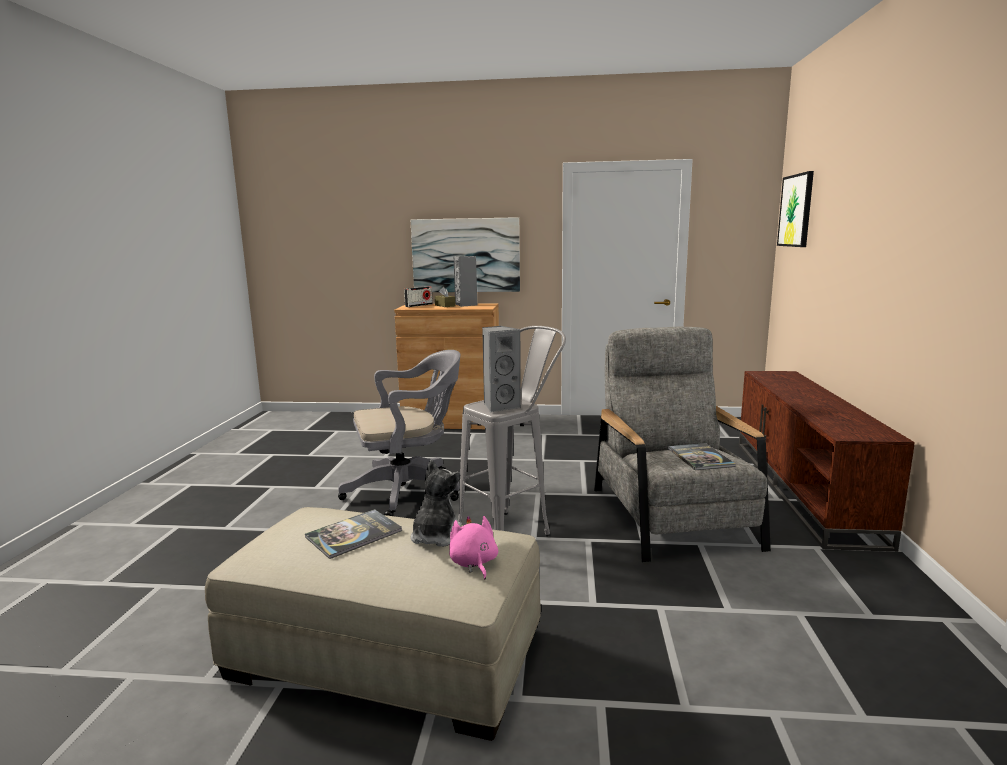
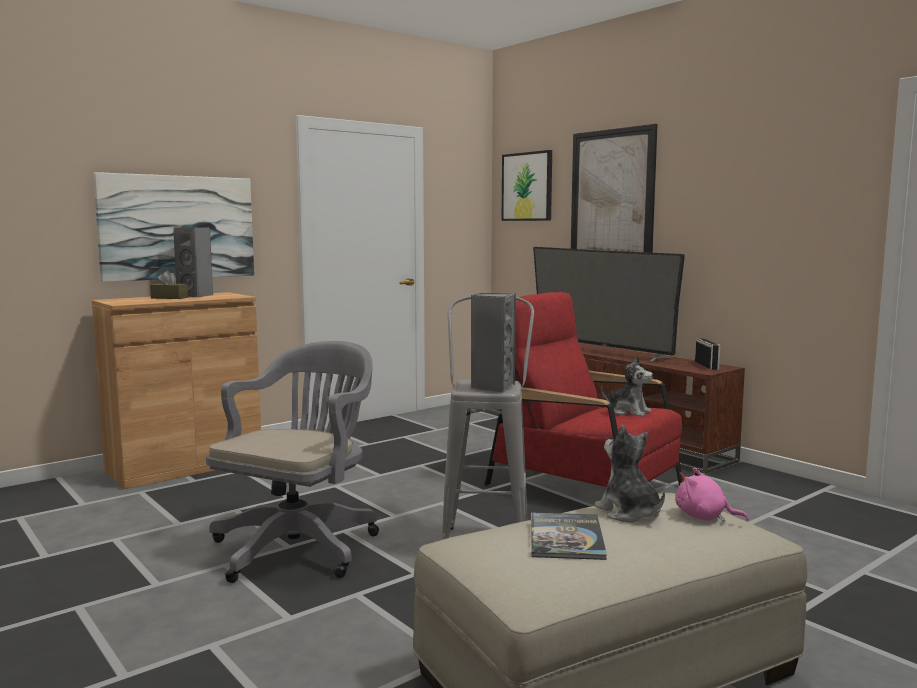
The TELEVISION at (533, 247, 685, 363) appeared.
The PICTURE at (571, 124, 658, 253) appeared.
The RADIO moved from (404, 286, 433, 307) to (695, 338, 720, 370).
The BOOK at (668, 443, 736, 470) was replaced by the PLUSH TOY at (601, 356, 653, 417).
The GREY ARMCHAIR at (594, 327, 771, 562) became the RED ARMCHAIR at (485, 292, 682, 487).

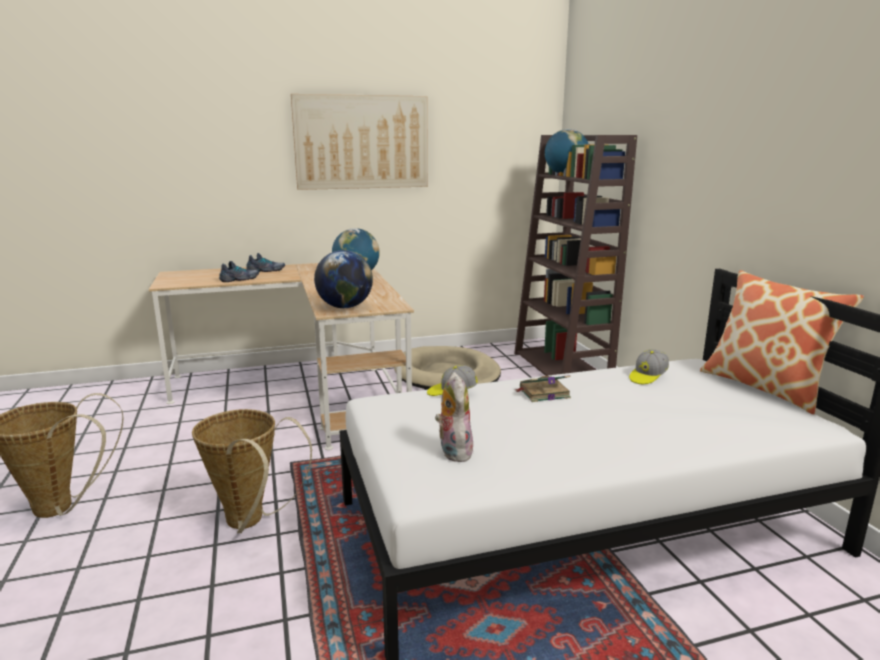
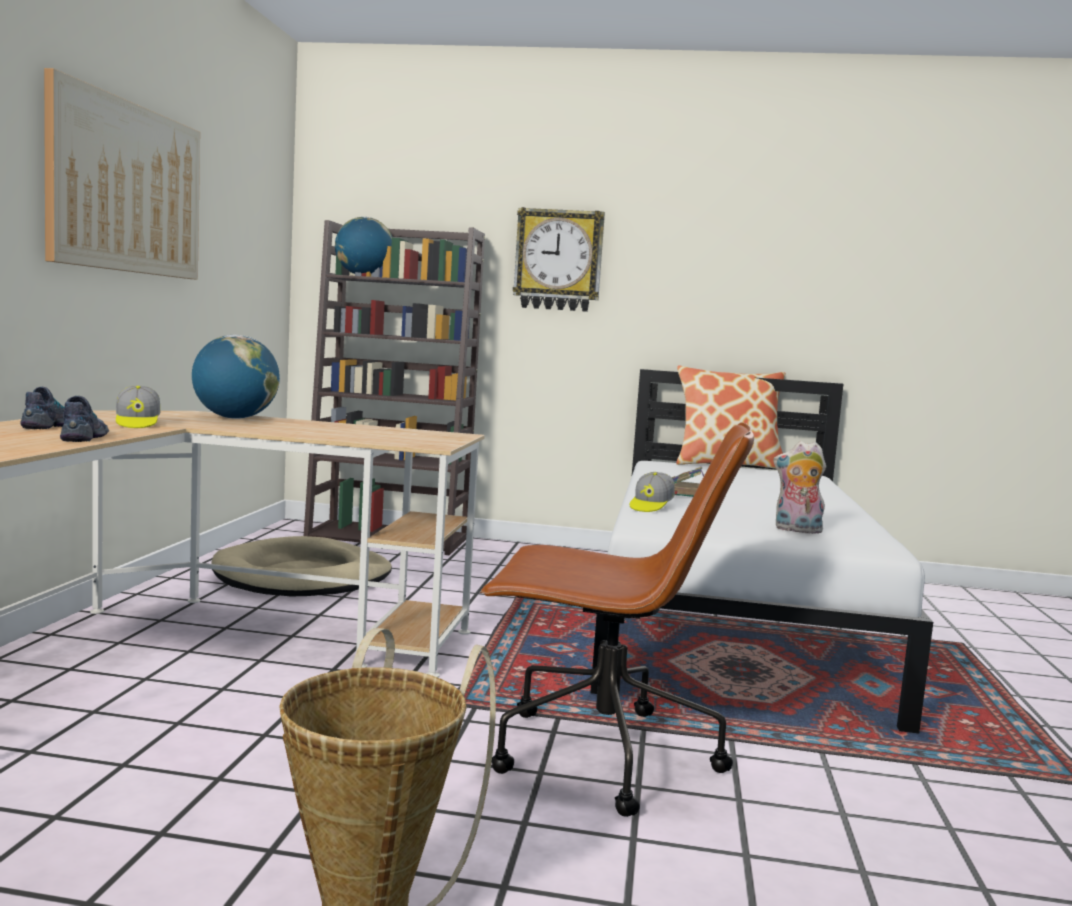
The GLOBE at (314, 250, 373, 308) disappeared.
The WALL CLOCK at (513, 207, 605, 312) appeared.
The CAP moved from (629, 349, 669, 384) to (116, 386, 160, 428).
The BASKET at (192, 409, 312, 533) was replaced by the BROWN OFFICE CHAIR at (480, 422, 754, 817).

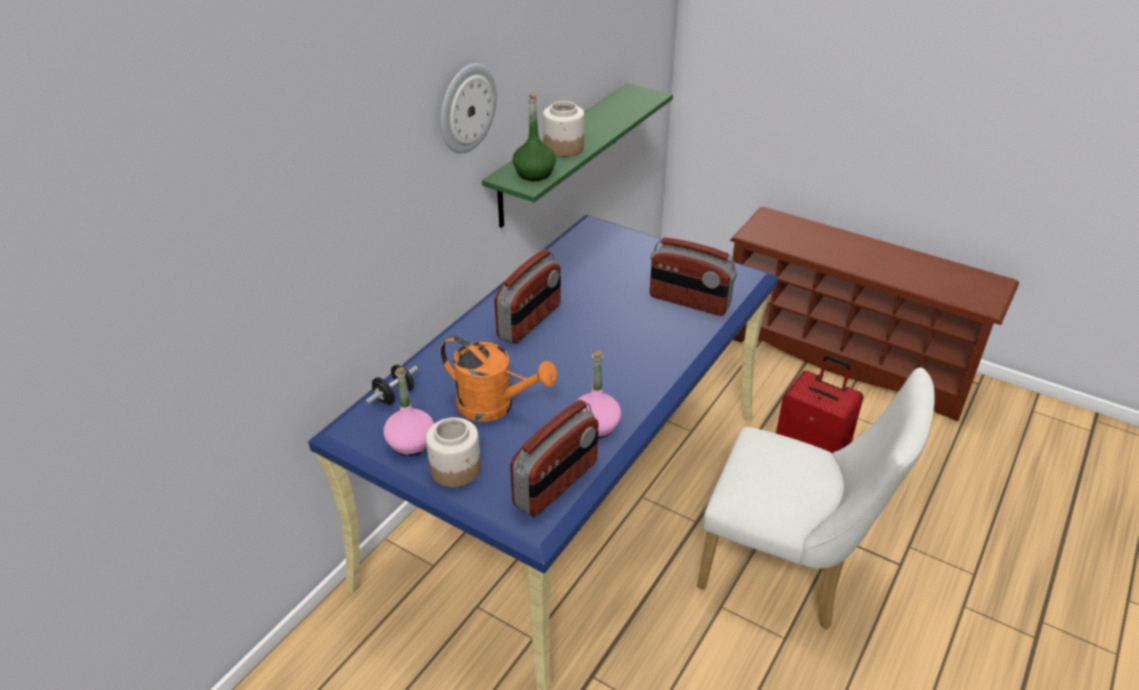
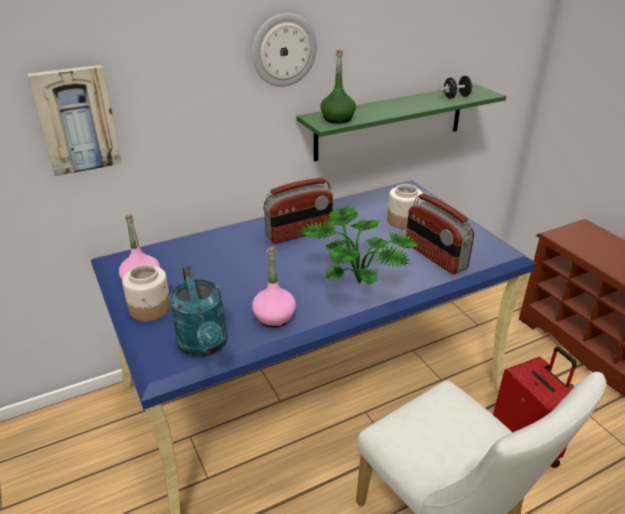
The ORANGE WATERING CAN at (440, 336, 558, 422) disappeared.
The PICTURE at (27, 65, 122, 176) appeared.
The POTTED PLANT at (299, 205, 417, 285) appeared.
The BLACK DUMBBELL moved from (366, 364, 418, 405) to (438, 76, 477, 99).
The JAR moved from (543, 101, 584, 157) to (387, 184, 423, 229).
The RADIO at (510, 400, 598, 517) was replaced by the TURQUOISE WATERING CAN at (169, 266, 228, 357).

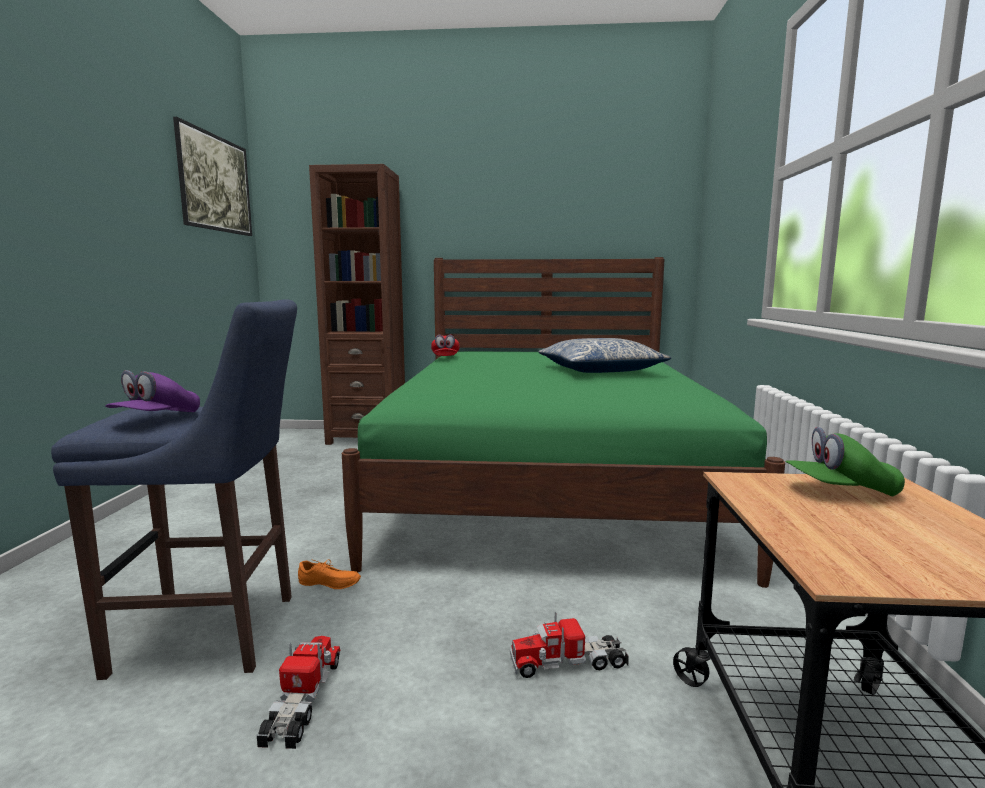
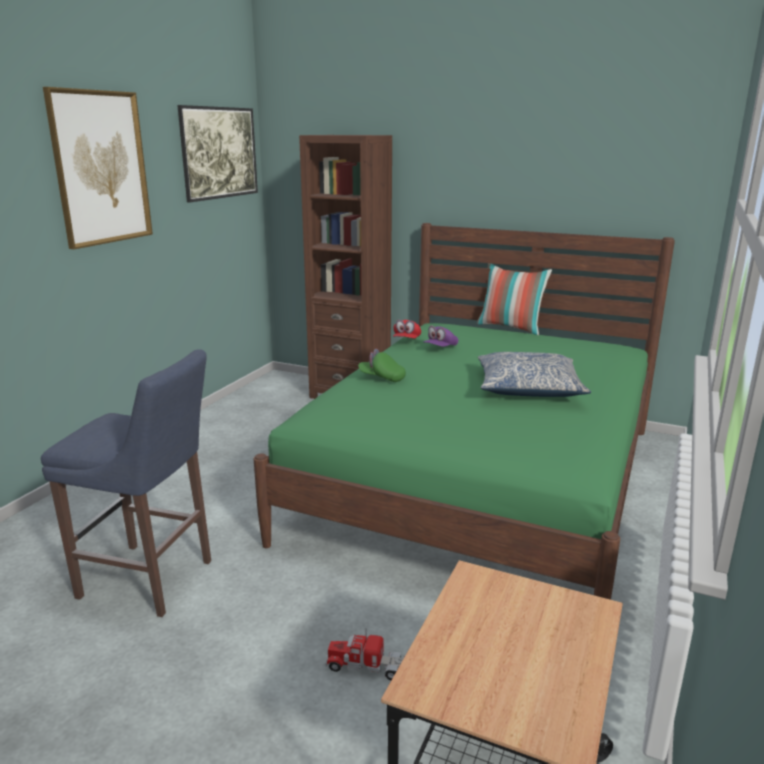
The TOY TRUCK at (256, 635, 341, 749) disappeared.
The ORANGE SHOE at (298, 559, 361, 589) disappeared.
The PICTURE at (43, 87, 153, 249) appeared.
The PILLOW at (477, 263, 552, 335) appeared.
The PURPLE CAP moved from (106, 370, 200, 412) to (424, 326, 458, 347).
The GREEN CAP moved from (785, 427, 905, 496) to (358, 349, 406, 382).

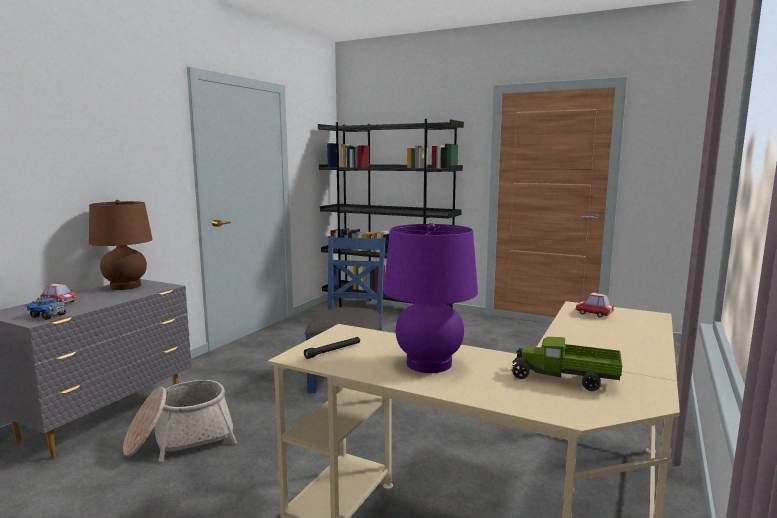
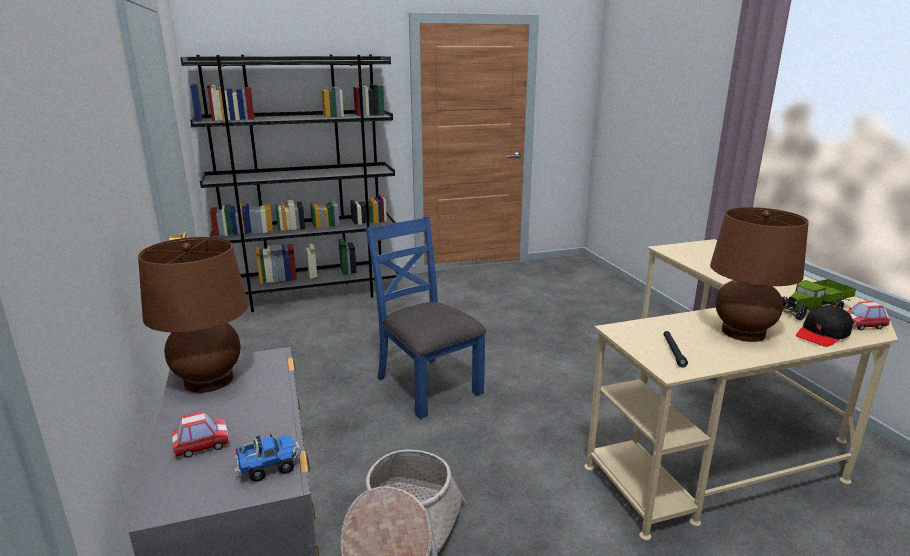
The BLACK CAP at (796, 305, 853, 347) appeared.
The TOY CAR moved from (576, 292, 614, 318) to (847, 301, 890, 330).
The PURPLE TABLE LAMP at (383, 223, 478, 373) became the BROWN TABLE LAMP at (710, 207, 809, 342).

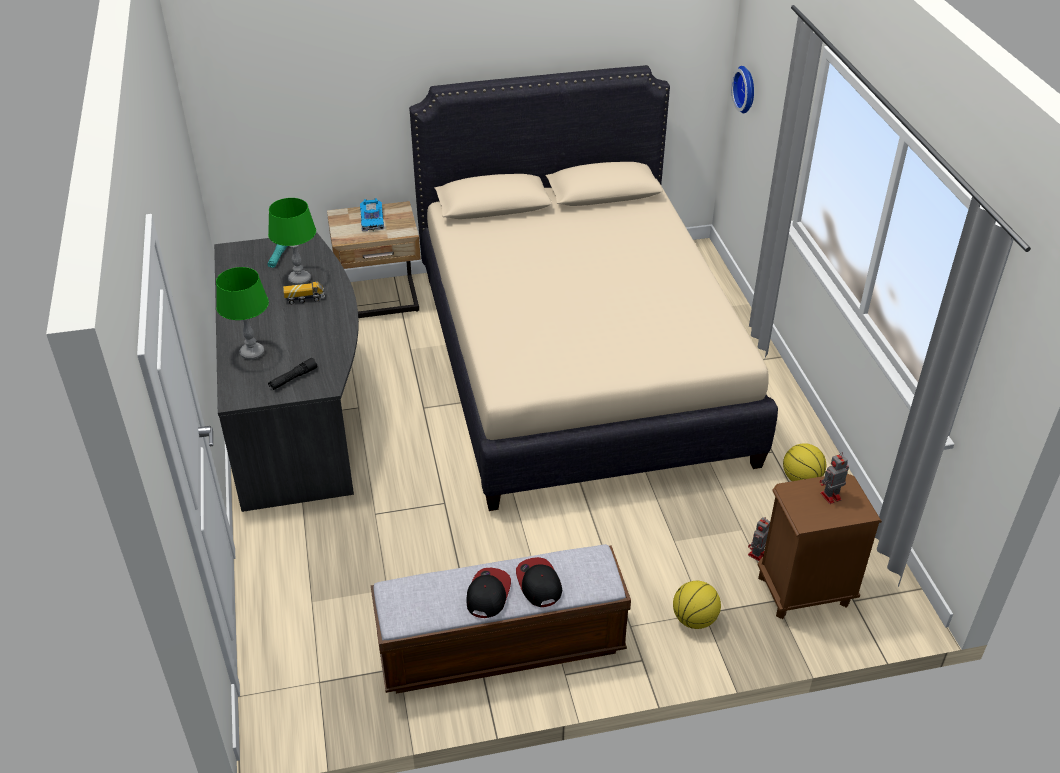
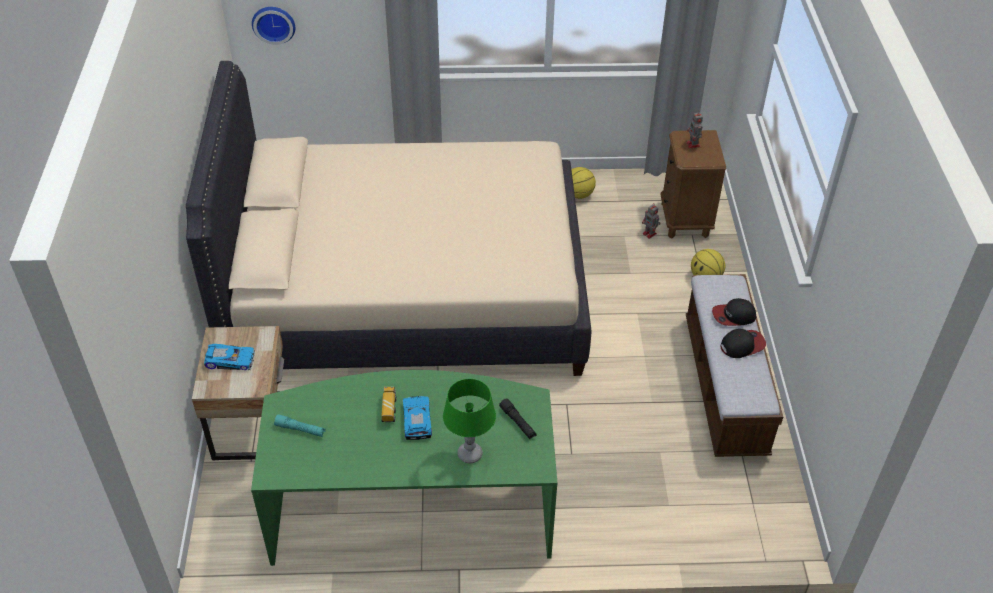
The GREEN TABLE LAMP at (268, 198, 316, 285) disappeared.
The TOY CAR at (403, 396, 432, 440) appeared.
The GREY DESK at (214, 232, 359, 512) became the GREEN DESK at (251, 370, 557, 566).
The CAP at (467, 568, 511, 618) turned 135 degrees clockwise.

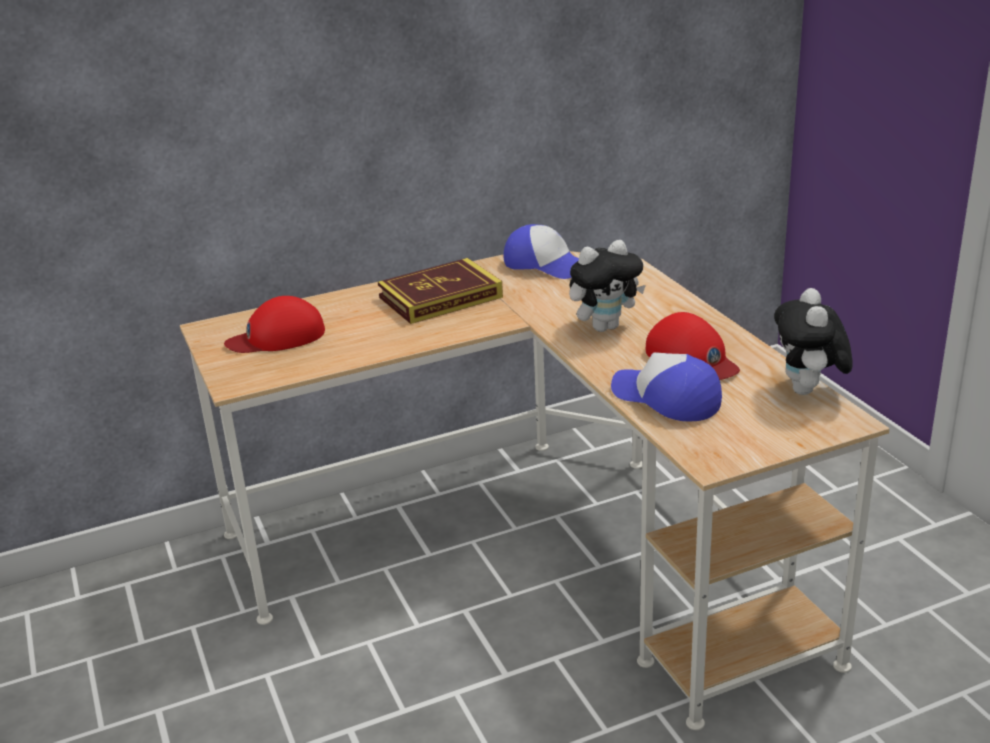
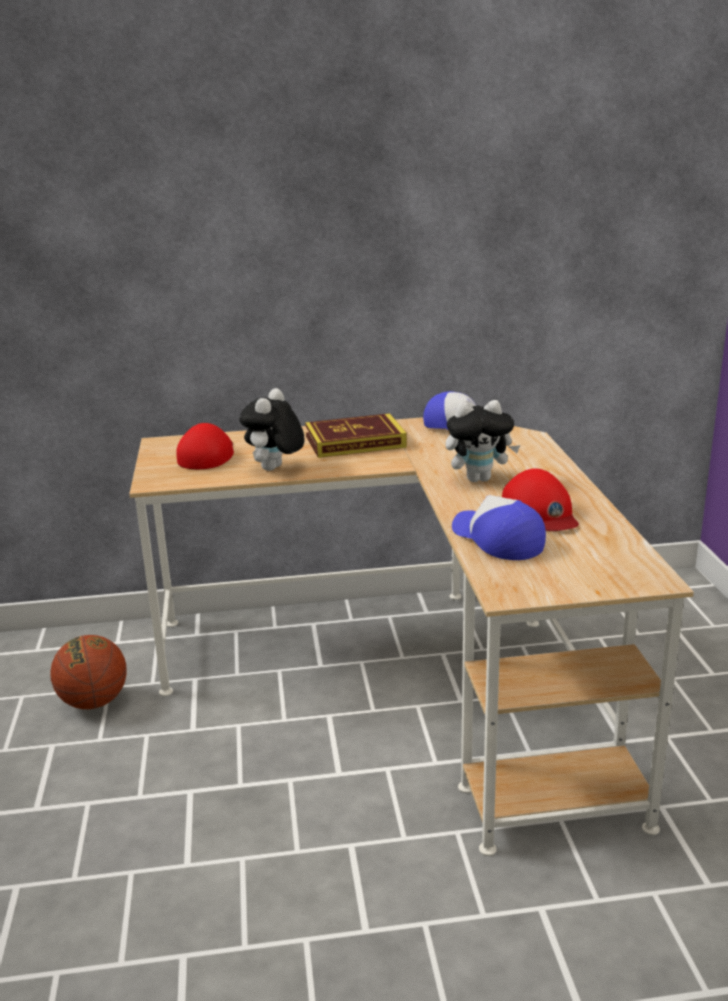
The BASKETBALL at (50, 635, 127, 709) appeared.
The PLUSH TOY moved from (774, 288, 853, 395) to (239, 388, 304, 471).
The RED CAP at (224, 296, 325, 353) turned 105 degrees clockwise.

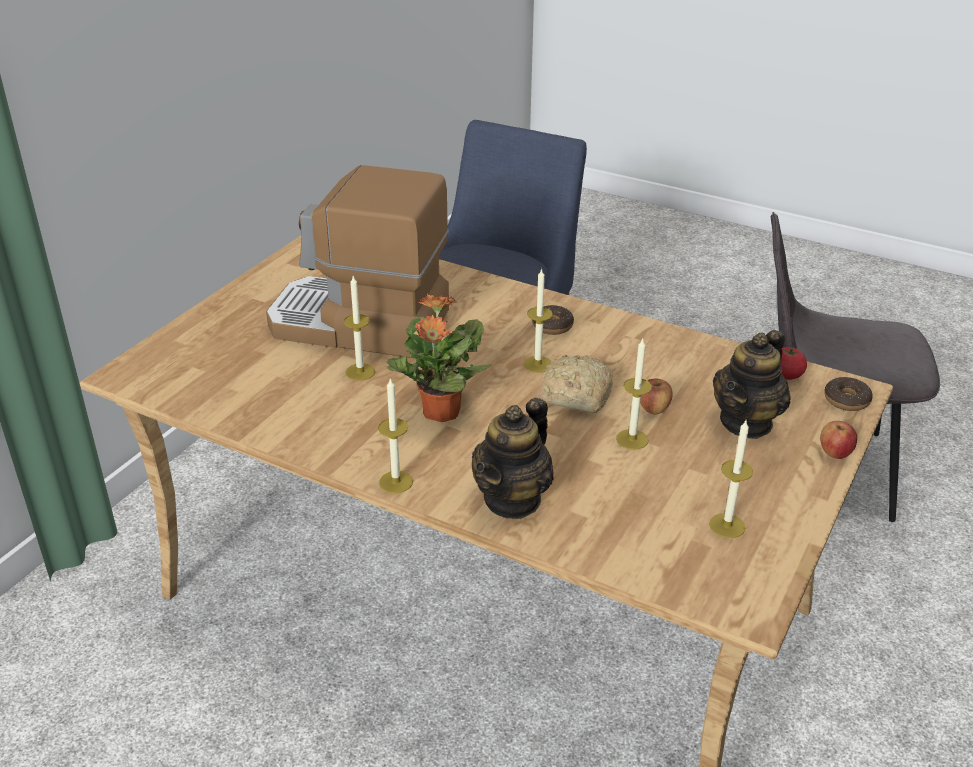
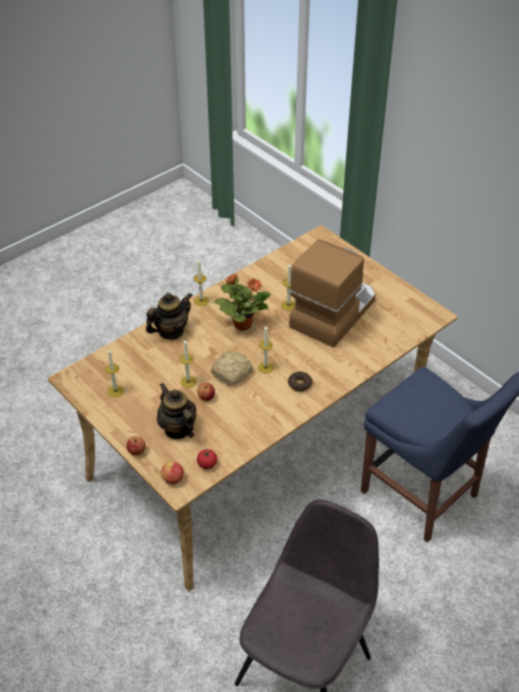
The DONUT at (824, 377, 873, 411) was replaced by the APPLE at (161, 462, 184, 485).
The TEAPOT at (472, 398, 554, 519) turned 90 degrees clockwise.

